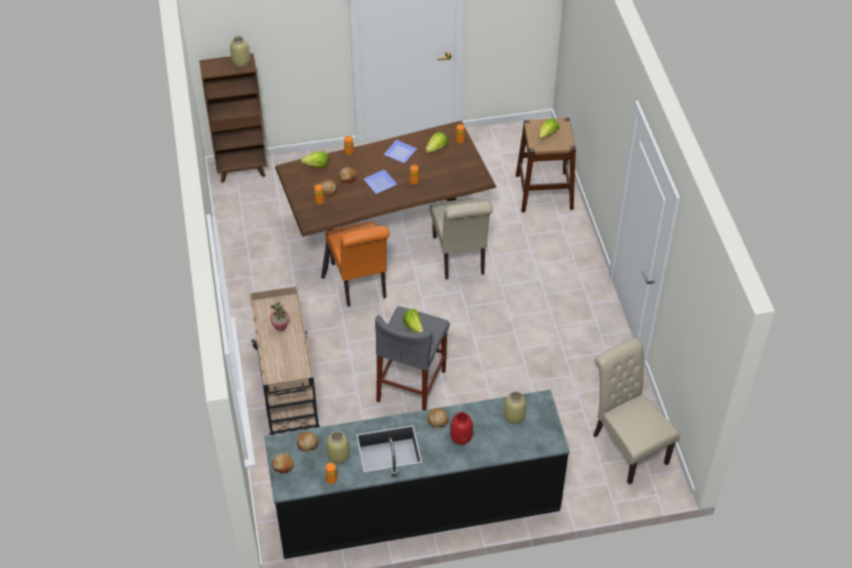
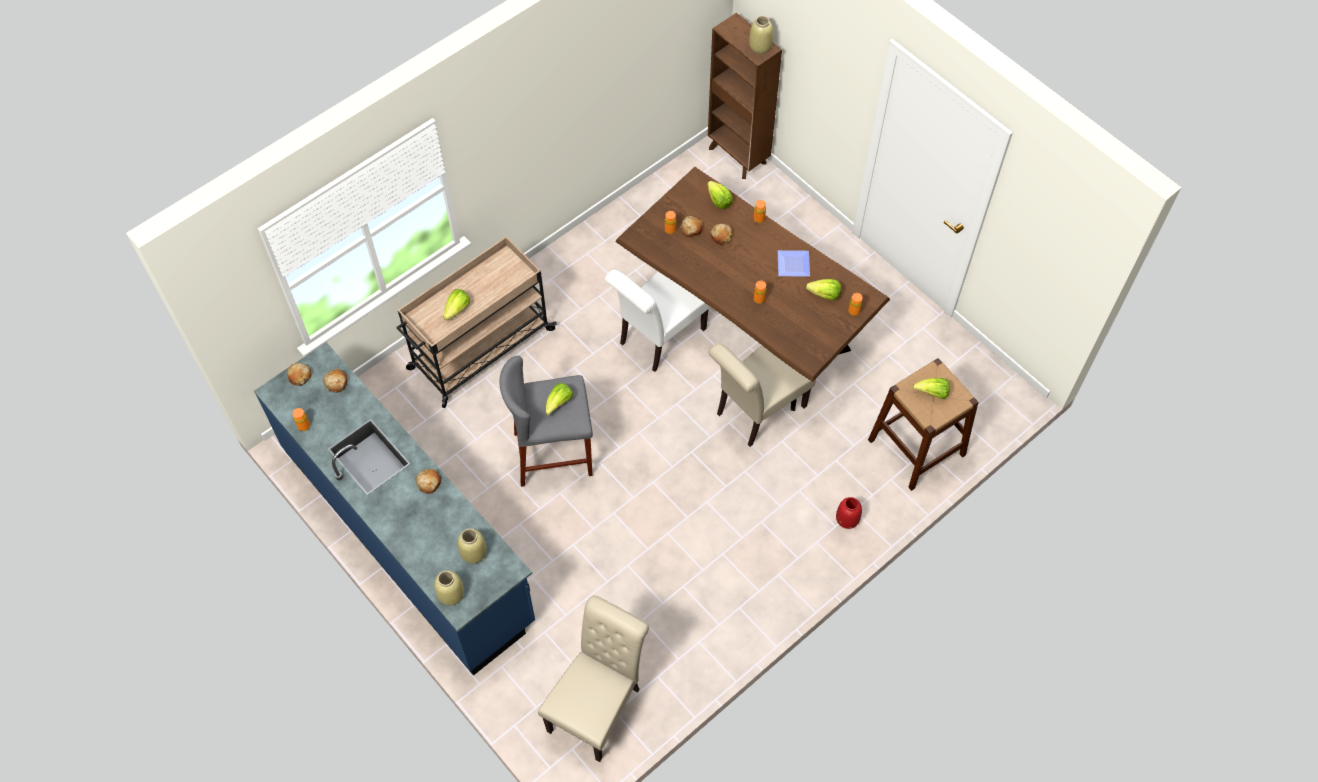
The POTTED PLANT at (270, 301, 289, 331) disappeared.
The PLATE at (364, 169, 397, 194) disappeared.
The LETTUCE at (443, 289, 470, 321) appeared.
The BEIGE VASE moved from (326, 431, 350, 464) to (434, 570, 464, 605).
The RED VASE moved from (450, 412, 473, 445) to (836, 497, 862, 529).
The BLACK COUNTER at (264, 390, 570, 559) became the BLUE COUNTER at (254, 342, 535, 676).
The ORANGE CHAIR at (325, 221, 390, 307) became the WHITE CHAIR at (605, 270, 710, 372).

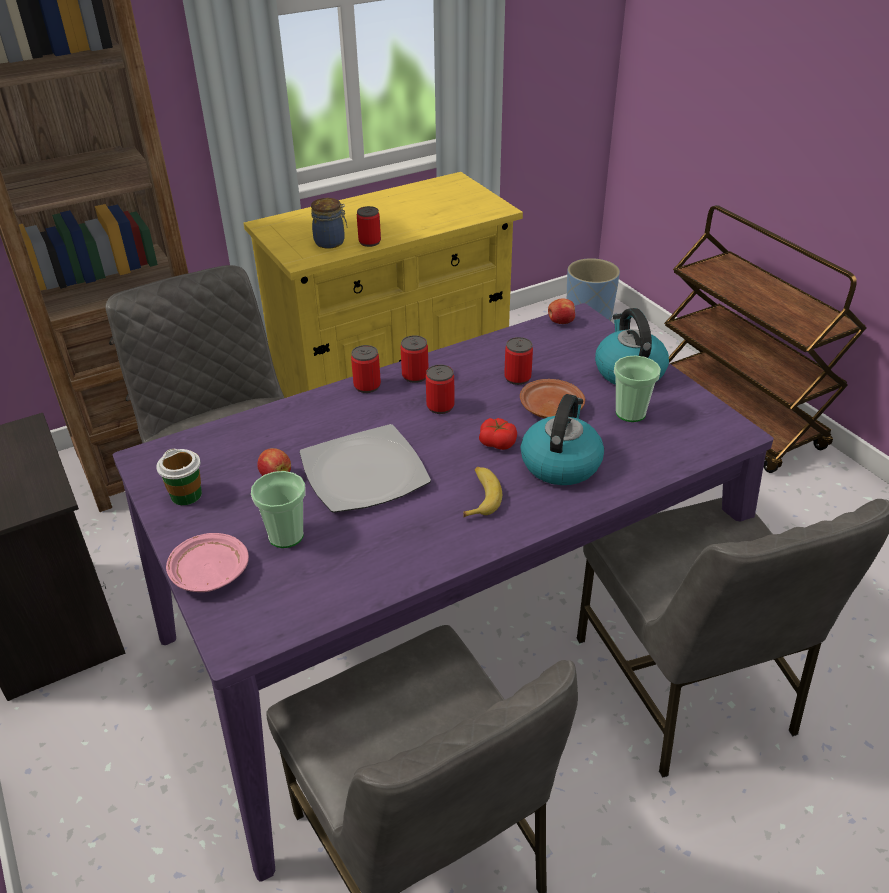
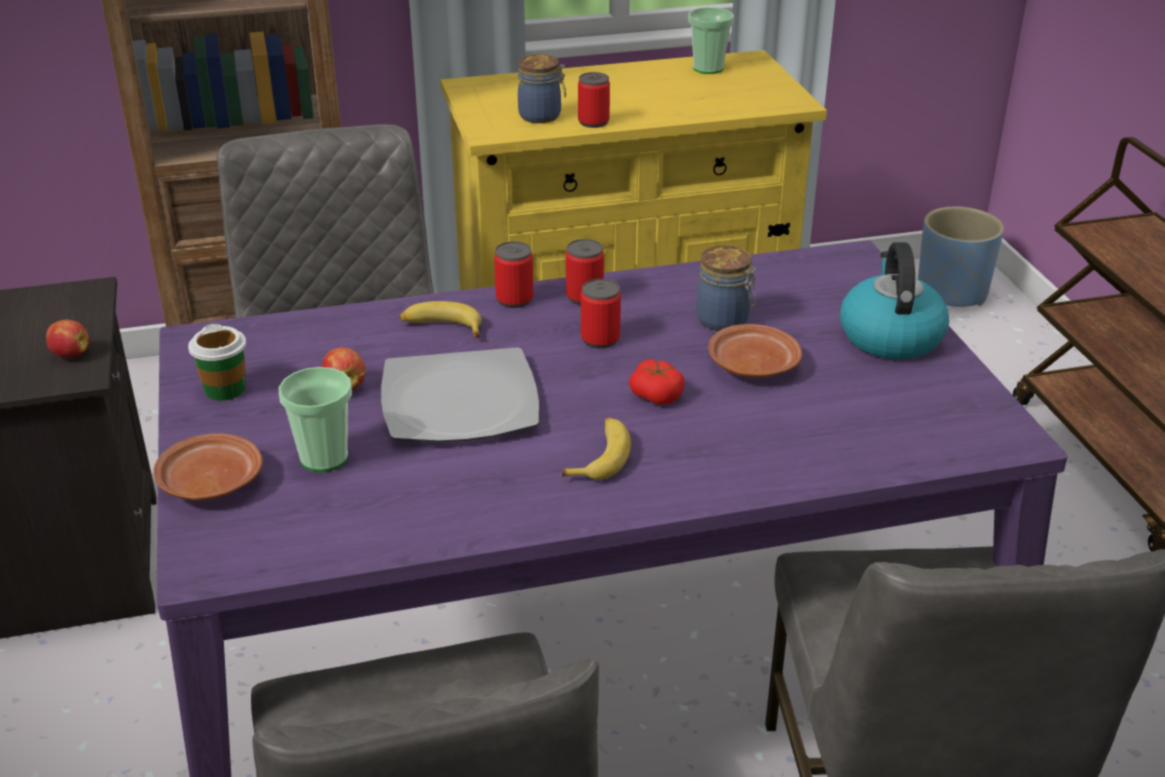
The KETTLE at (521, 394, 604, 485) disappeared.
The BANANA at (399, 301, 482, 338) appeared.
The APPLE moved from (548, 298, 575, 324) to (46, 320, 89, 358).
The CUP moved from (614, 355, 661, 422) to (688, 7, 734, 74).
The CAN at (504, 337, 533, 385) was replaced by the JAR at (696, 245, 756, 331).
The PINK PLATE at (166, 533, 249, 592) became the BROWN PLATE at (154, 433, 263, 501).

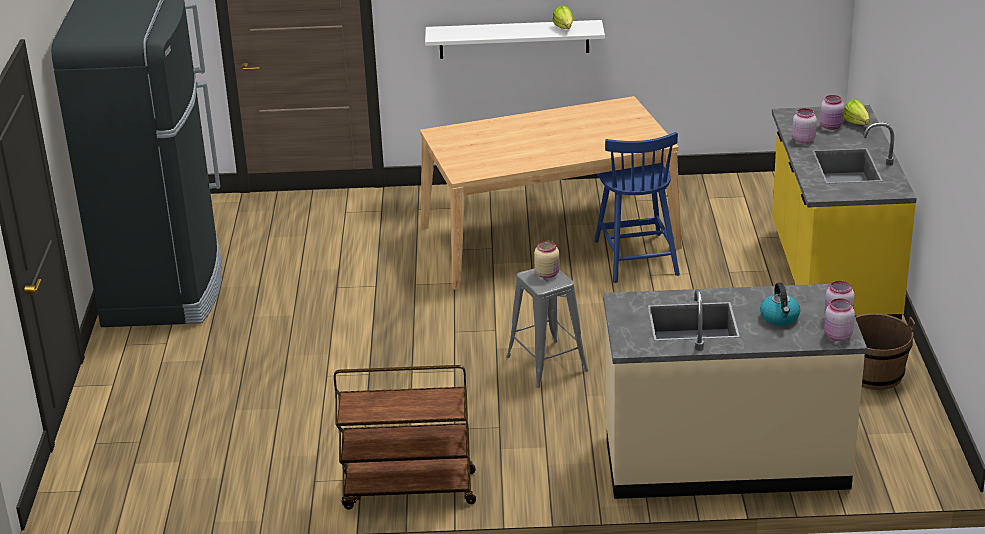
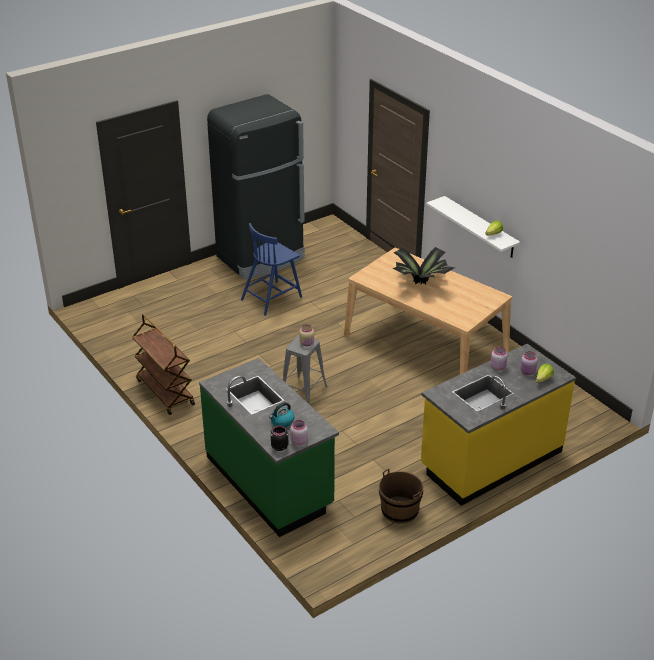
The POTTED PLANT at (393, 247, 455, 285) appeared.
The BLUE CHAIR moved from (594, 132, 680, 283) to (241, 223, 302, 316).
The BEIGE COUNTER at (603, 284, 867, 499) became the GREEN COUNTER at (199, 358, 339, 537).
The PINK JAR at (824, 298, 855, 341) became the BLACK JAR at (271, 426, 288, 451).

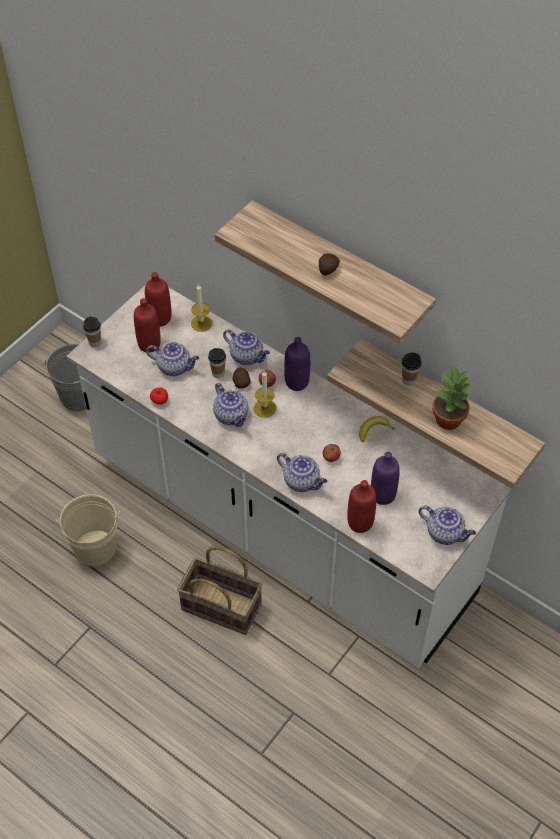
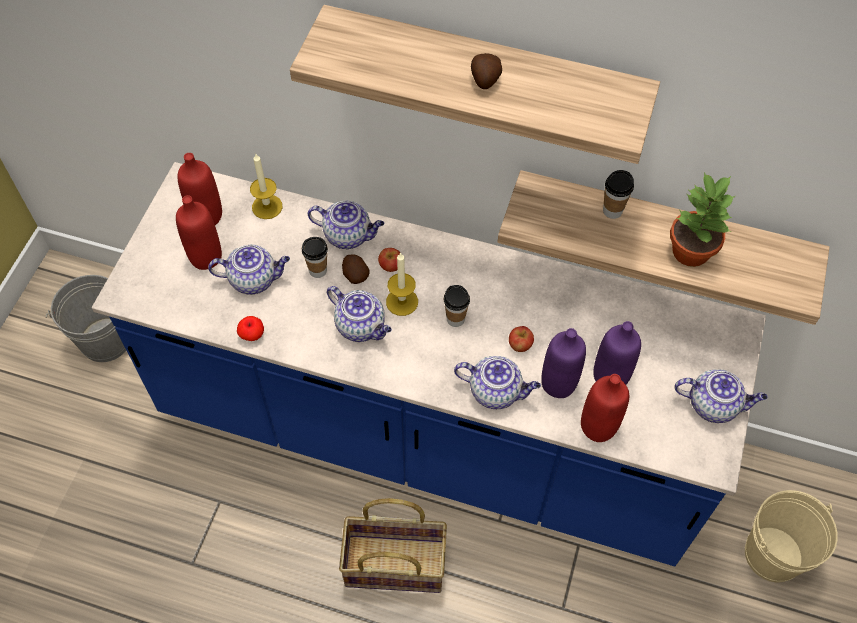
The BANANA at (359, 416, 395, 442) disappeared.
The BEIGE BUCKET moved from (55, 494, 120, 566) to (745, 490, 838, 582).
The CUP moved from (83, 317, 101, 347) to (444, 285, 470, 327).
The PURPLE BOTTLE moved from (284, 337, 310, 391) to (541, 328, 586, 398).
The WHITE COUNTER at (67, 286, 511, 668) became the BLUE COUNTER at (92, 162, 766, 566).

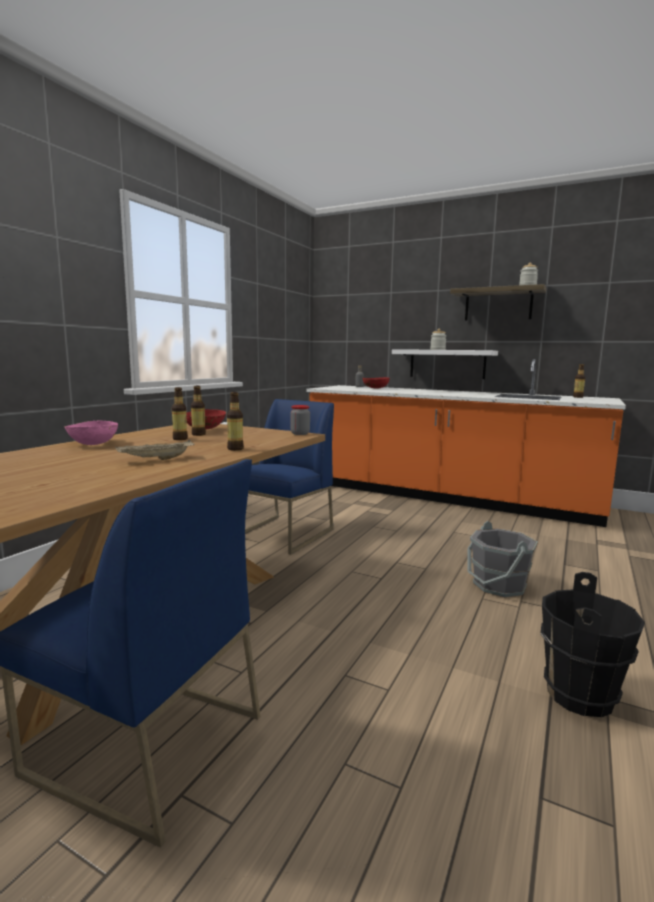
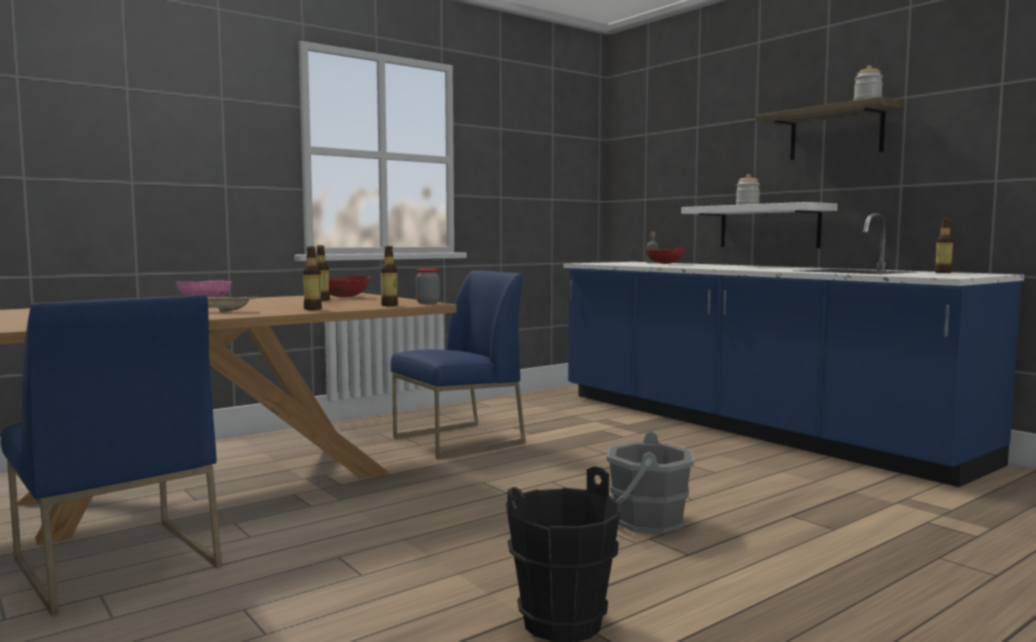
The BOTTLE moved from (172, 387, 188, 440) to (381, 246, 398, 306).
The ORANGE COUNTER at (307, 359, 626, 527) became the BLUE COUNTER at (563, 213, 1024, 487).

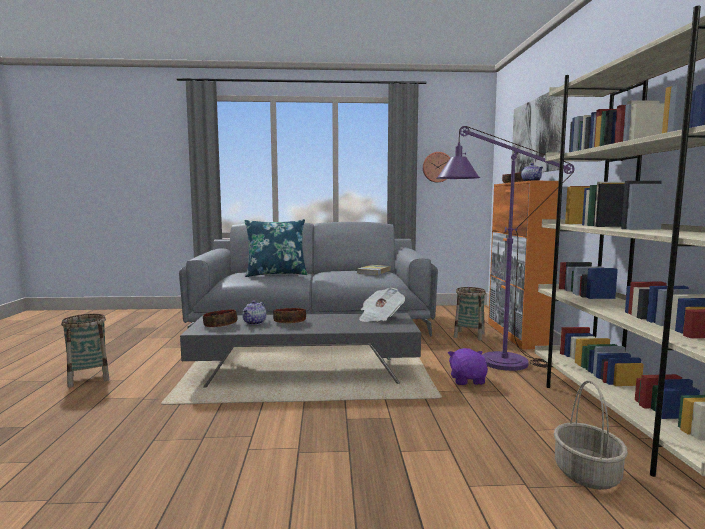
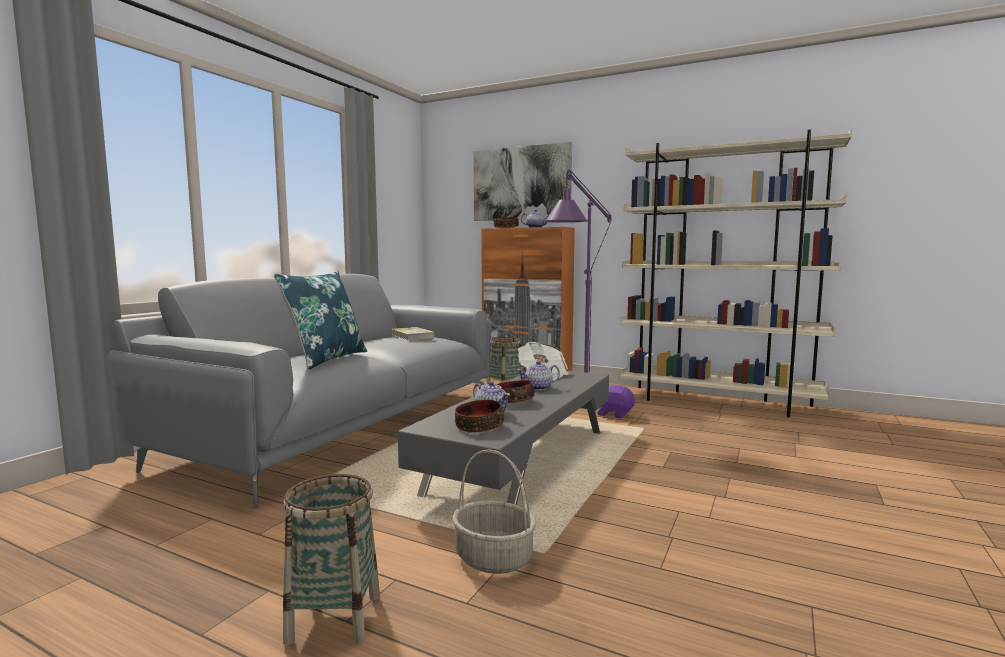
The WALL CLOCK at (423, 152, 450, 182) disappeared.
The TEAPOT at (517, 361, 560, 390) appeared.
The BASKET moved from (554, 380, 628, 490) to (452, 449, 536, 574).

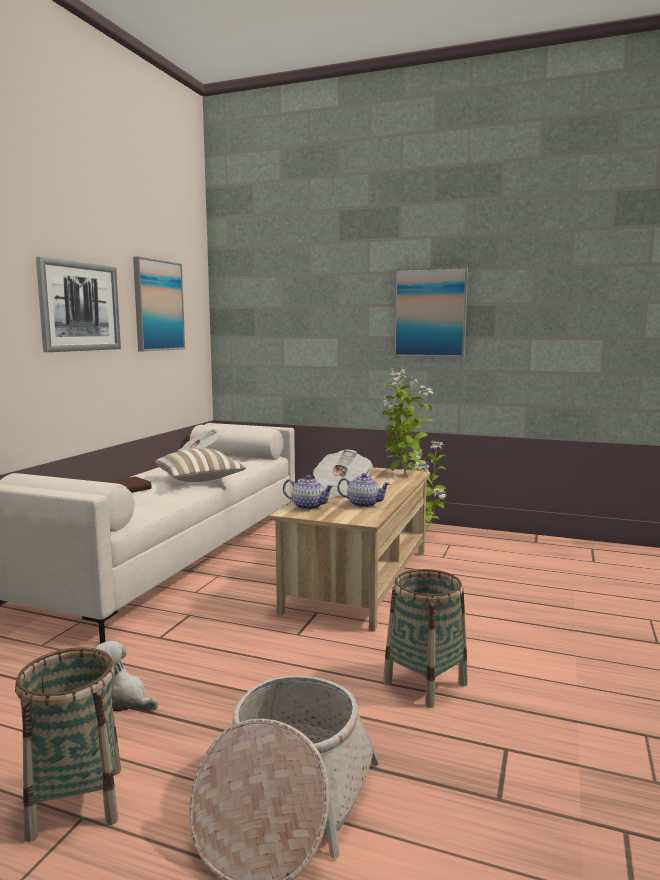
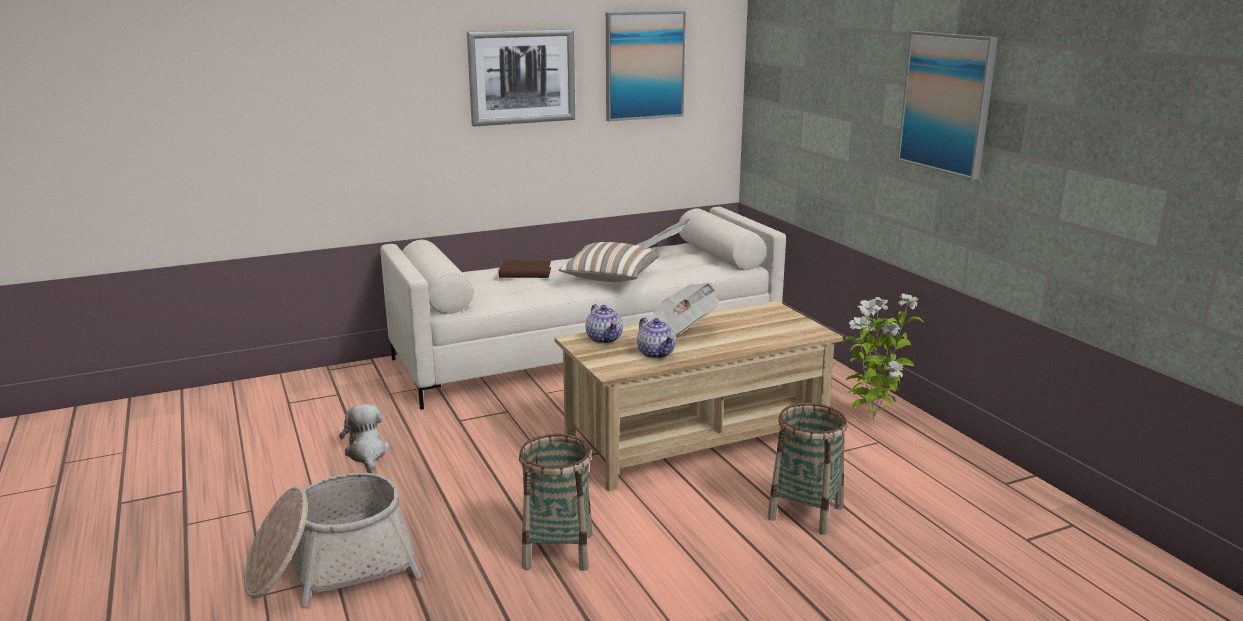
The POTTED PLANT at (382, 367, 434, 475) disappeared.
The BASKET moved from (15, 647, 121, 842) to (767, 403, 848, 535).

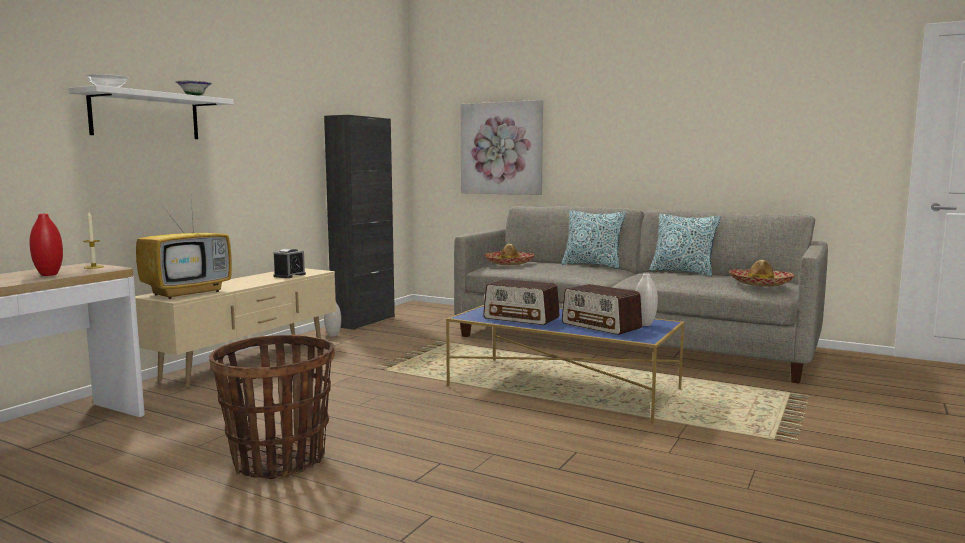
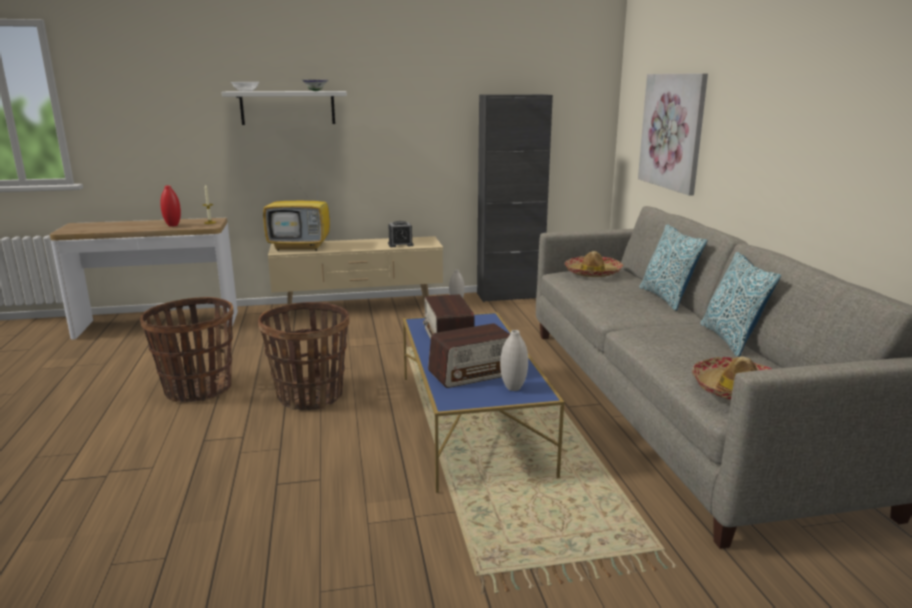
The BASKET at (258, 302, 349, 410) appeared.
The RADIO at (562, 284, 642, 335) turned 120 degrees counterclockwise.

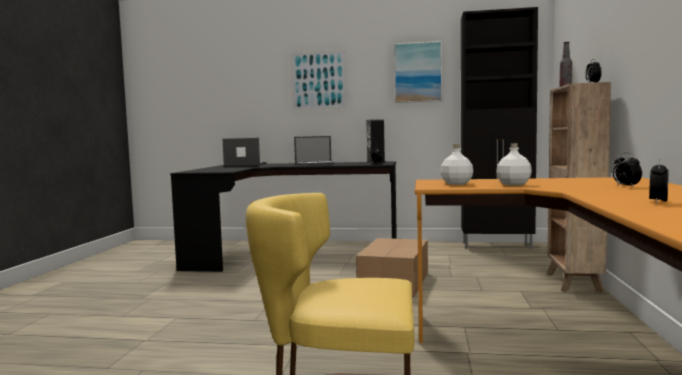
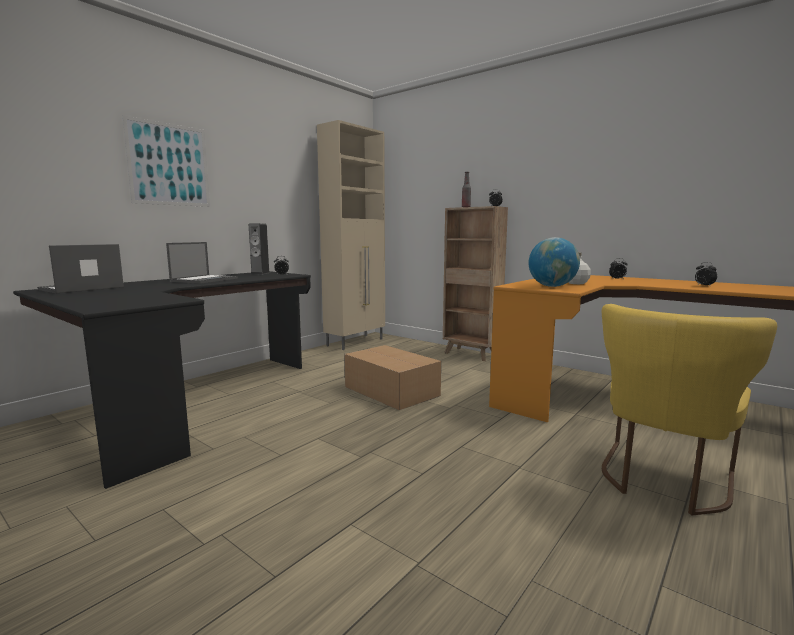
The PICTURE at (394, 41, 442, 103) disappeared.
The WHITE BOTTLE at (441, 144, 473, 185) was replaced by the GLOBE at (529, 237, 580, 287).
The BLACK CABINET at (461, 7, 538, 249) became the BEIGE CABINET at (317, 120, 385, 350).

